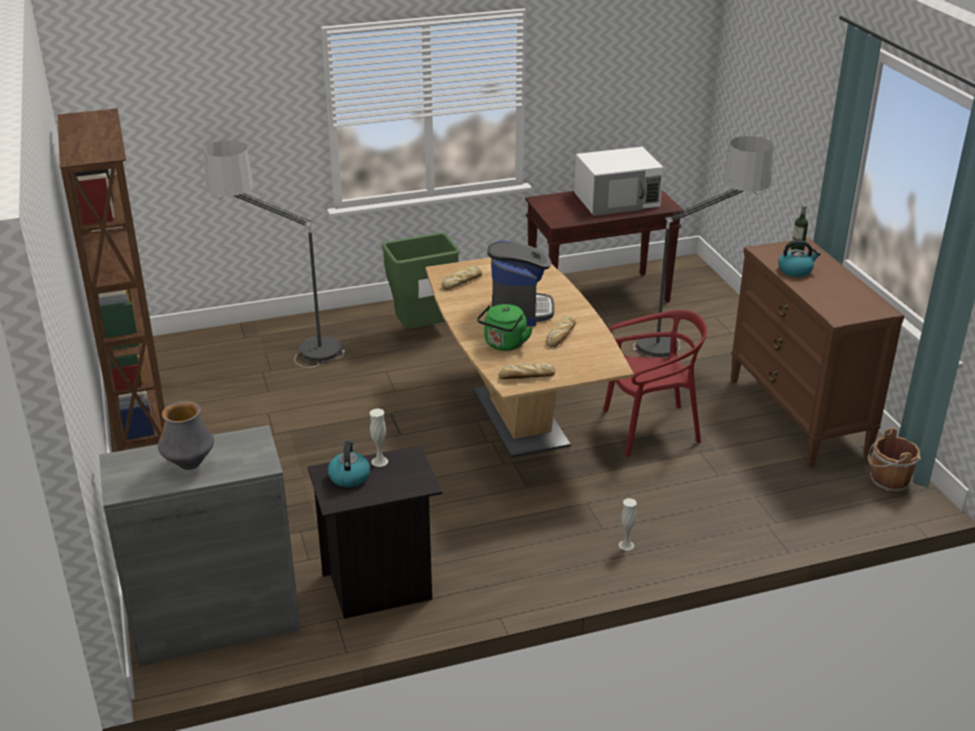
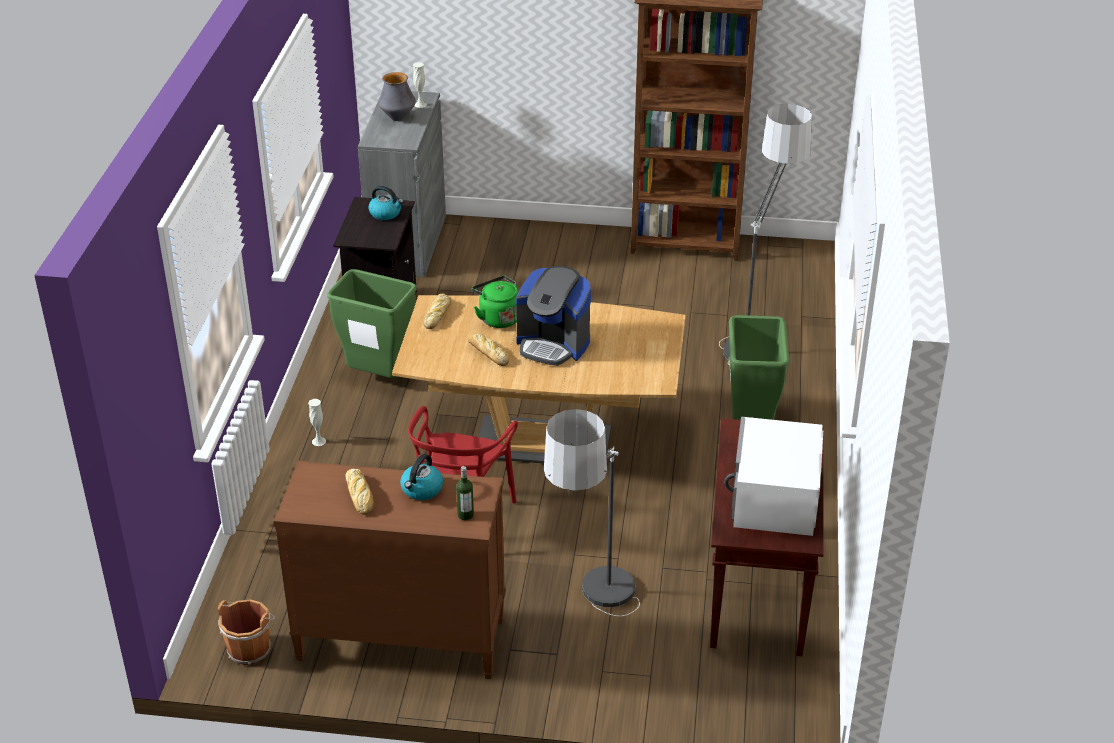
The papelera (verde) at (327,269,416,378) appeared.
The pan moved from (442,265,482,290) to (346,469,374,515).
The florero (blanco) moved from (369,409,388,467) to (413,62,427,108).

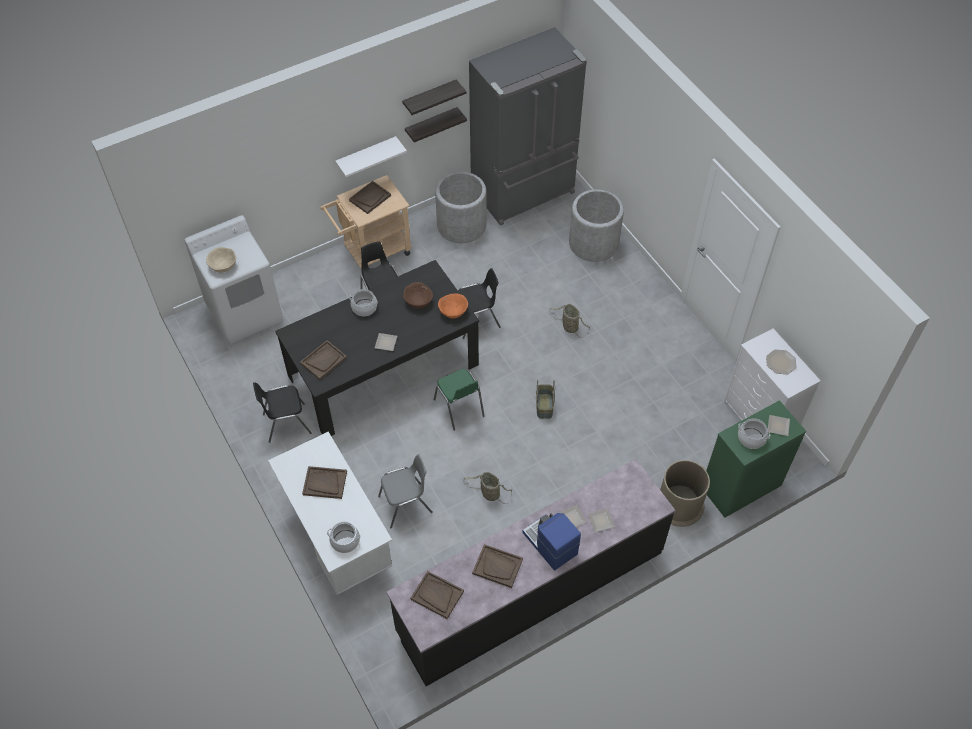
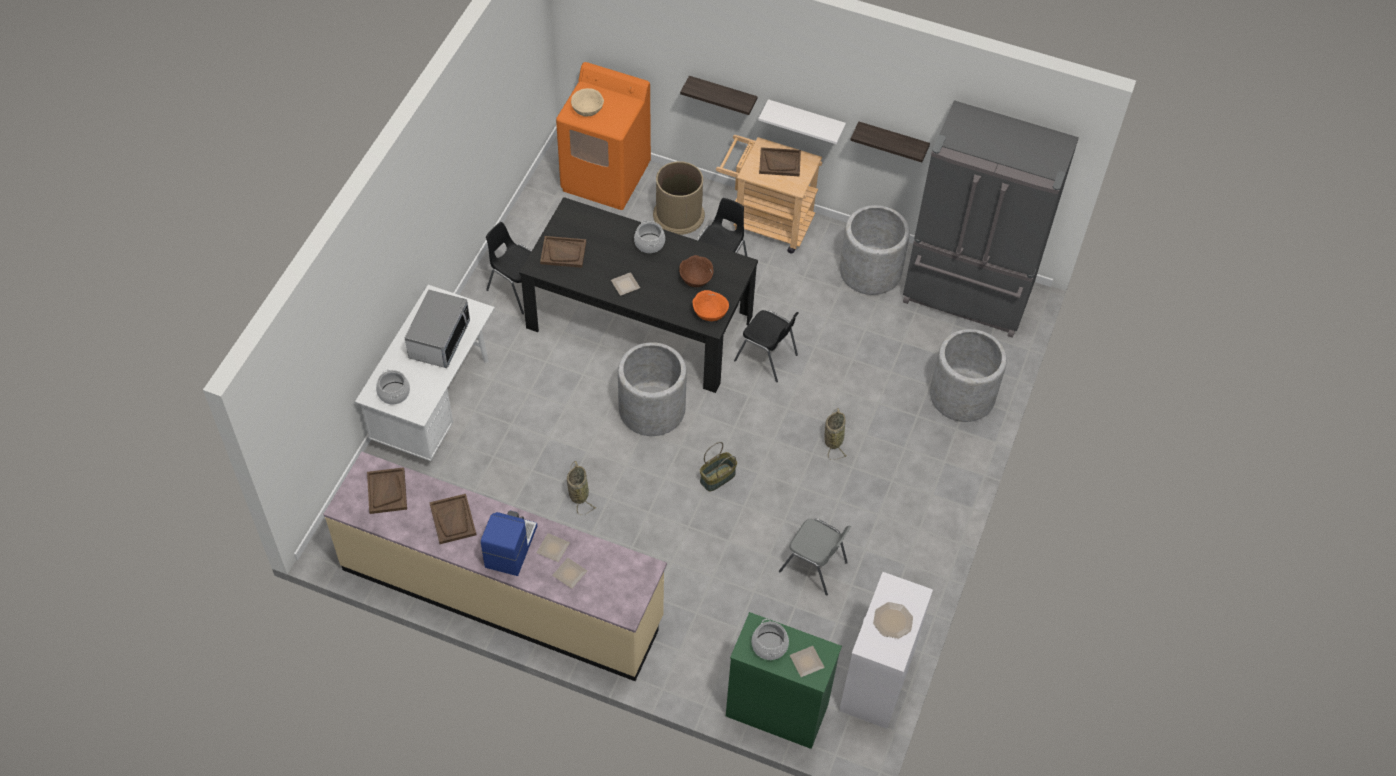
The mueble bajo de cocina (negro) at (386,459,675,686) became the mueble bajo de cocina (beis) at (323,452,667,681).
The bandeja (marrón) at (302,466,347,499) was replaced by the microondas at (405,290,470,368).
The lavadora (blanco) at (184,215,283,344) became the lavadora (naranja) at (556,62,651,210).
The silla (verde) at (434,369,485,431) was replaced by the maceta (gris) at (618,342,687,436).
The papelera (marrón) moved from (660,460,710,527) to (653,161,705,235).
The estante moved from (402,79,466,115) to (680,76,758,115).
The silla (gris) moved from (378,454,433,529) to (779,519,851,596).

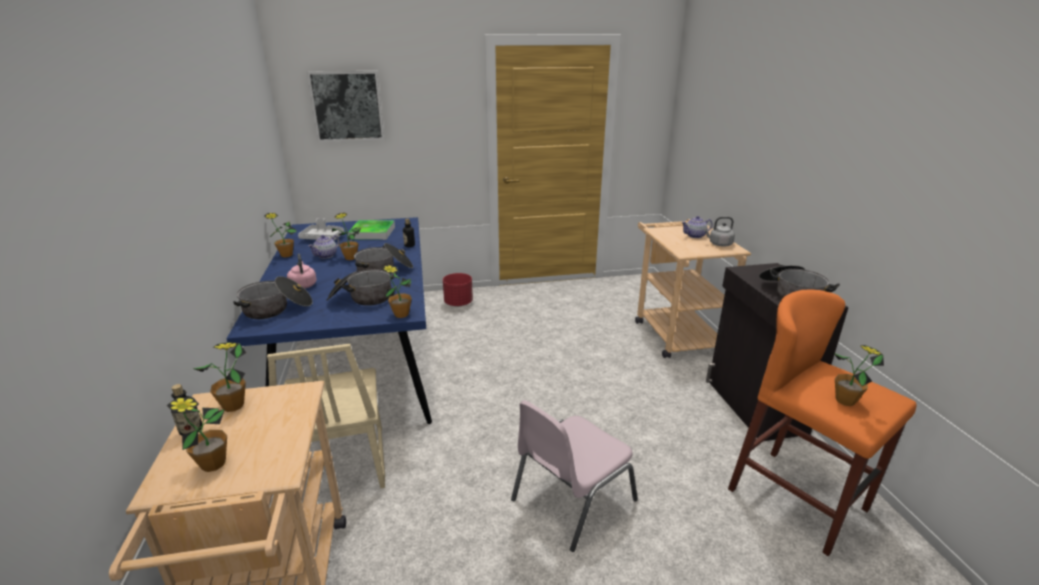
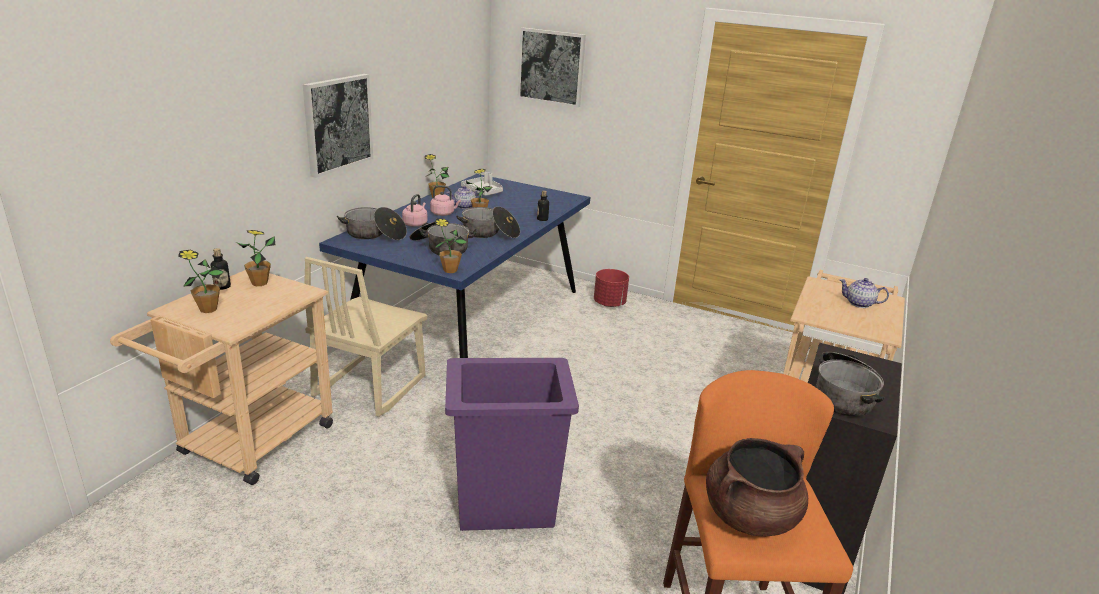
The cuadro at (303,74,373,178) appeared.
The hervidor (rosa) at (430,185,461,216) appeared.
The silla (rosa) at (511,400,638,552) was replaced by the papelera (morado) at (445,358,579,531).
The planta en maceta at (834,345,884,406) was replaced by the olla (marrón) at (706,438,808,537).
The bandeja at (348,220,395,240) disappeared.
The hervidor (gris) at (704,217,735,246) disappeared.

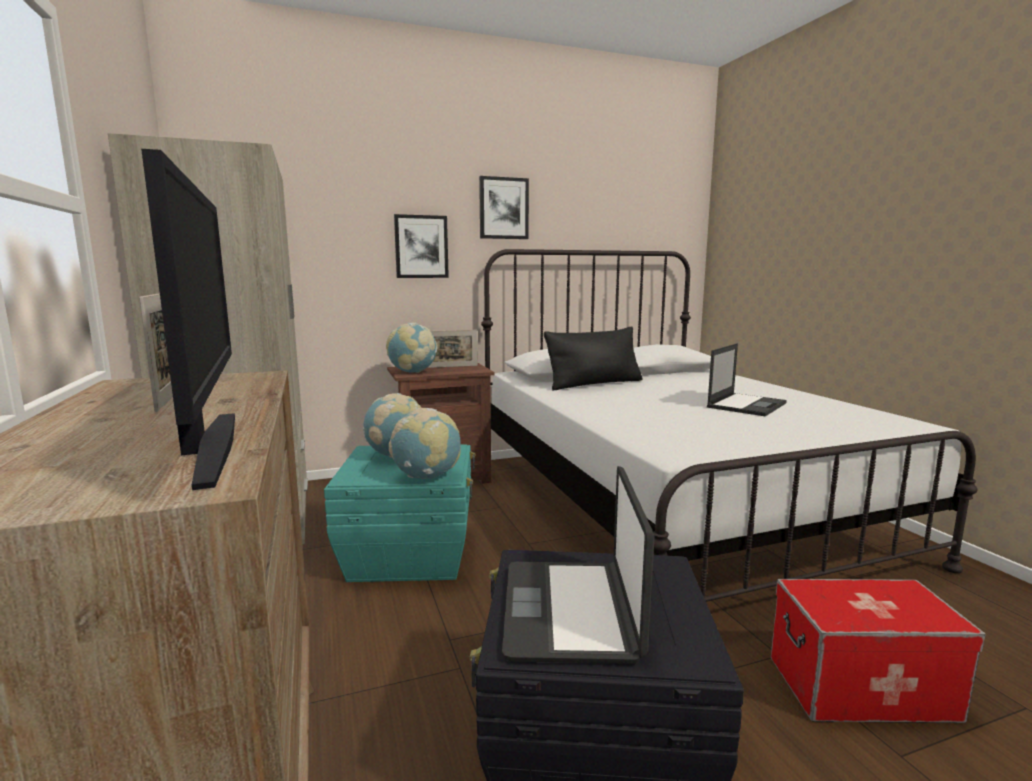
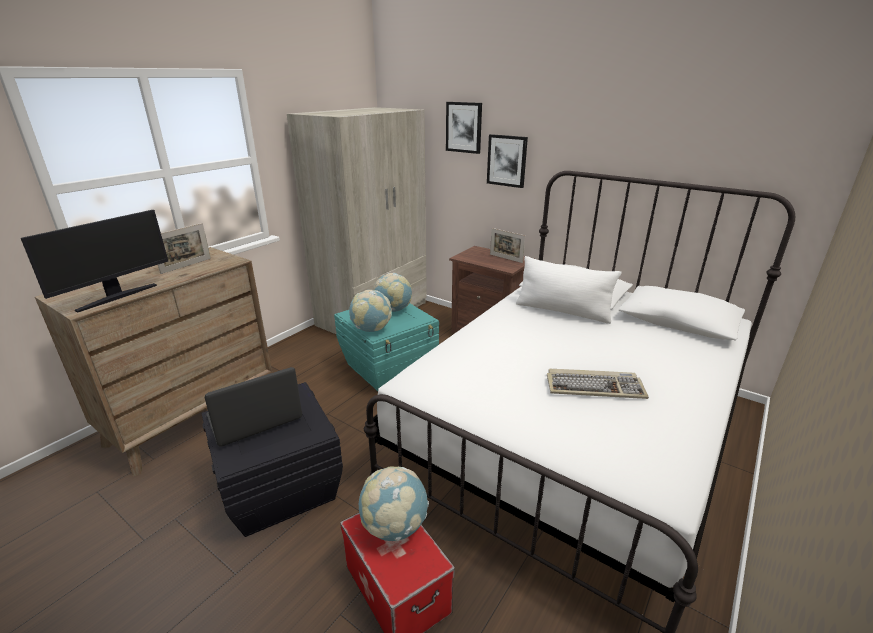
The globo terráqueo moved from (386,322,437,373) to (359,466,429,541).
The cuadro moved from (479,176,529,239) to (446,102,482,154).
The cojín (negro) at (544,327,643,390) became the cojín (blanco) at (516,256,622,324).
The portátil at (707,343,787,416) was replaced by the teclado at (547,369,649,399).

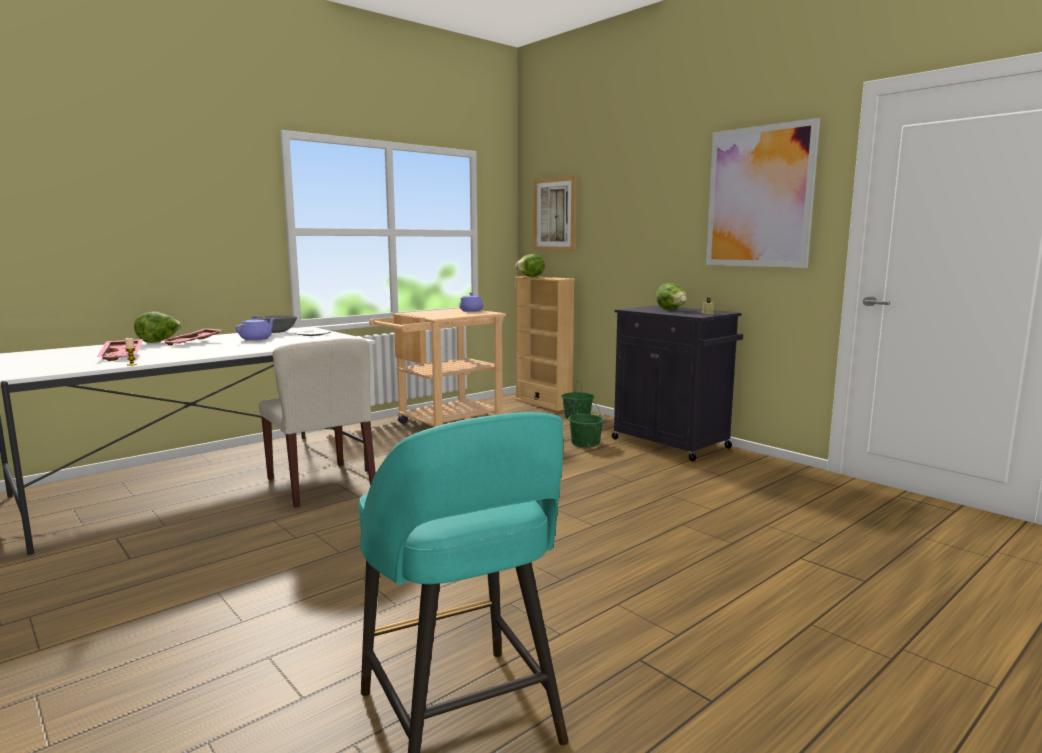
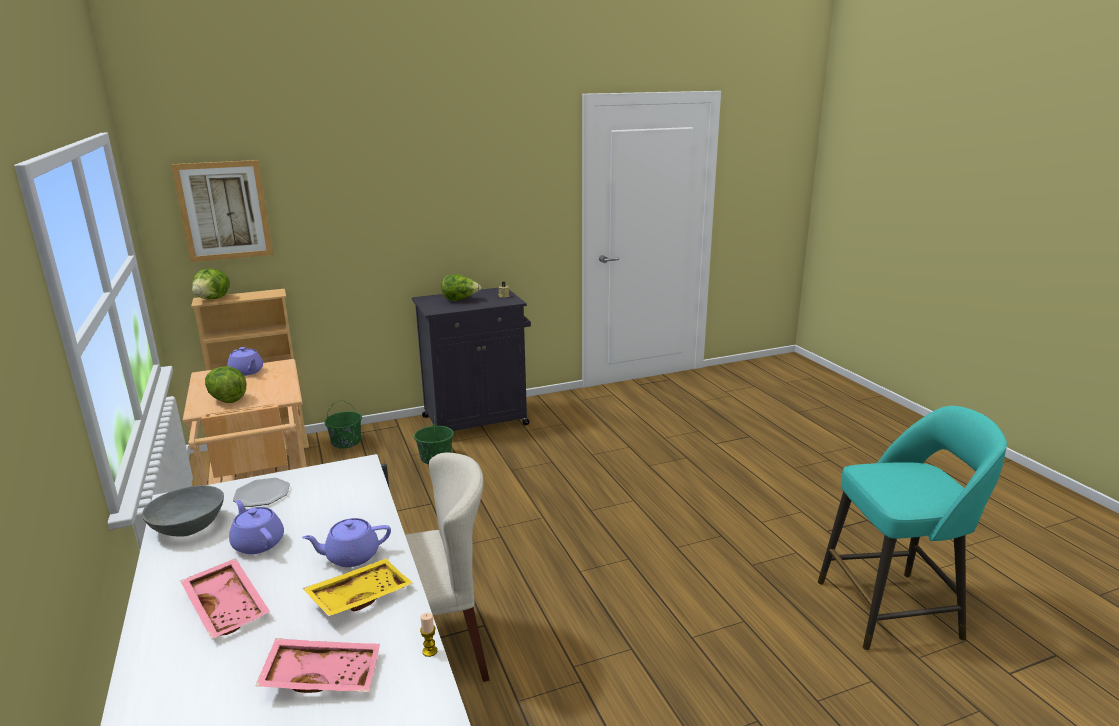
The lechuga moved from (134,312,181,343) to (205,366,246,403).
The tetera (morado) at (302,518,391,567) appeared.
The bandeja (amarillo) at (303,559,414,617) appeared.
The cuadro at (706,118,820,268) disappeared.

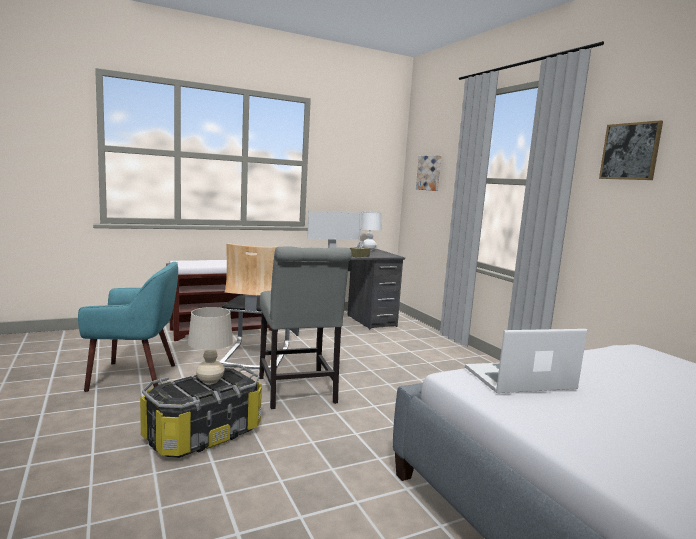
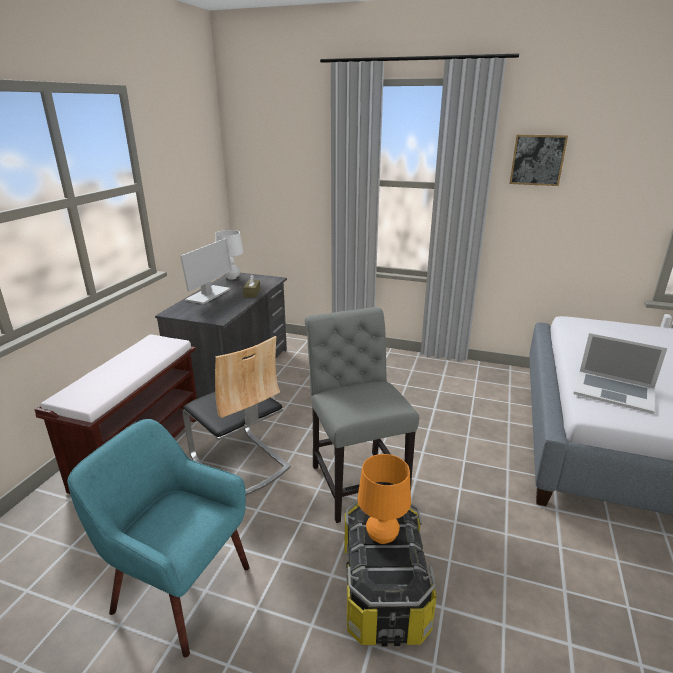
The sillón (turquesa) at (78,262,178,392) turned 105 degrees counterclockwise.
The silla (gris) at (259,247,352,409) turned 135 degrees counterclockwise.
The lámpara de mesa (beis) at (188,307,233,384) became the lámpara de mesa (naranja) at (358,454,411,544).
The portátil at (465,329,587,393) turned 90 degrees counterclockwise.
The cuadro at (416,155,441,191) disappeared.

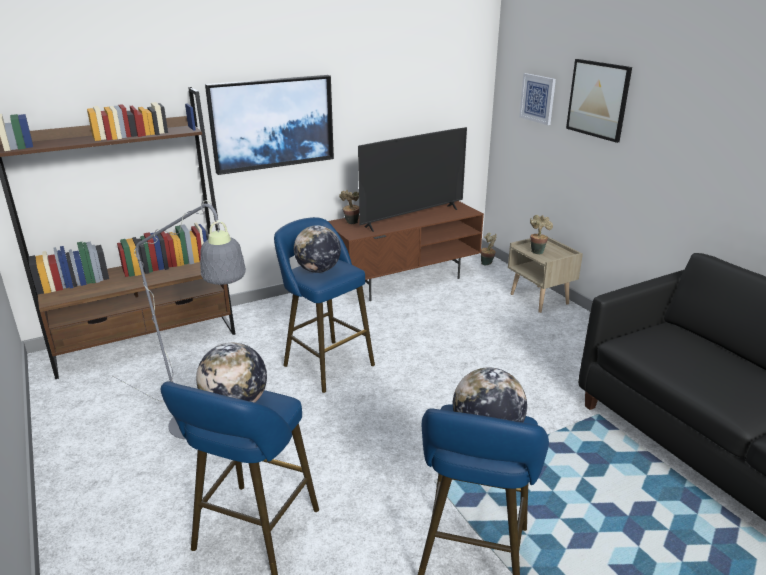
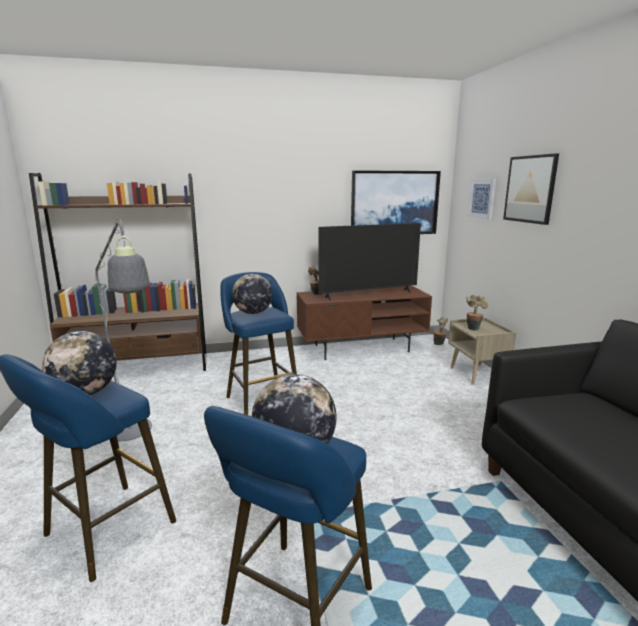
The cuadro moved from (205,75,334,175) to (351,170,441,234).

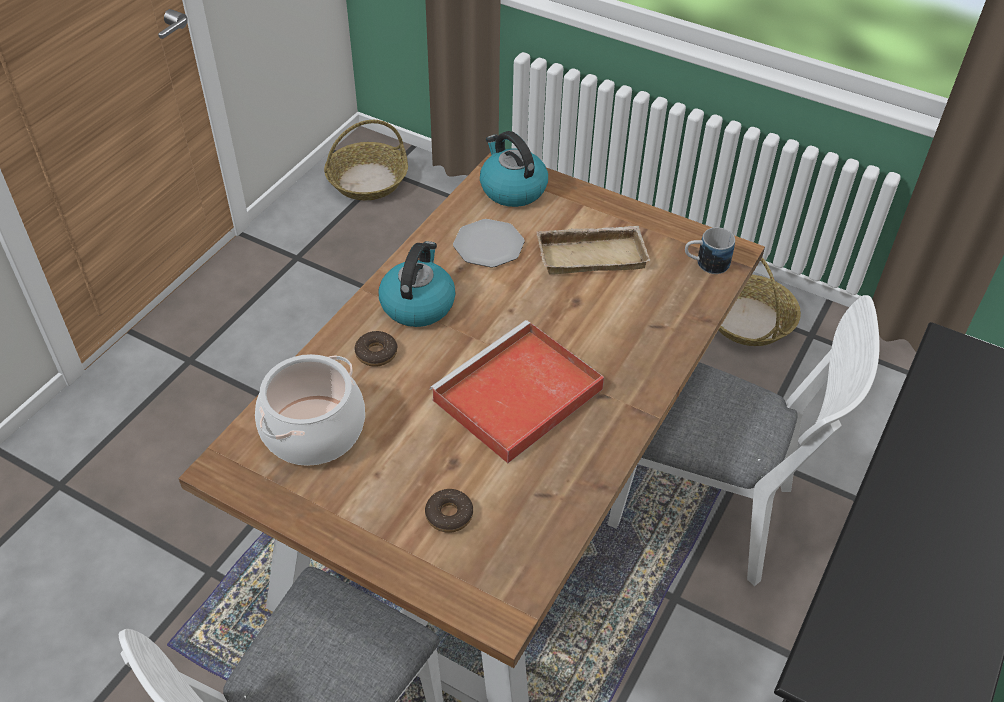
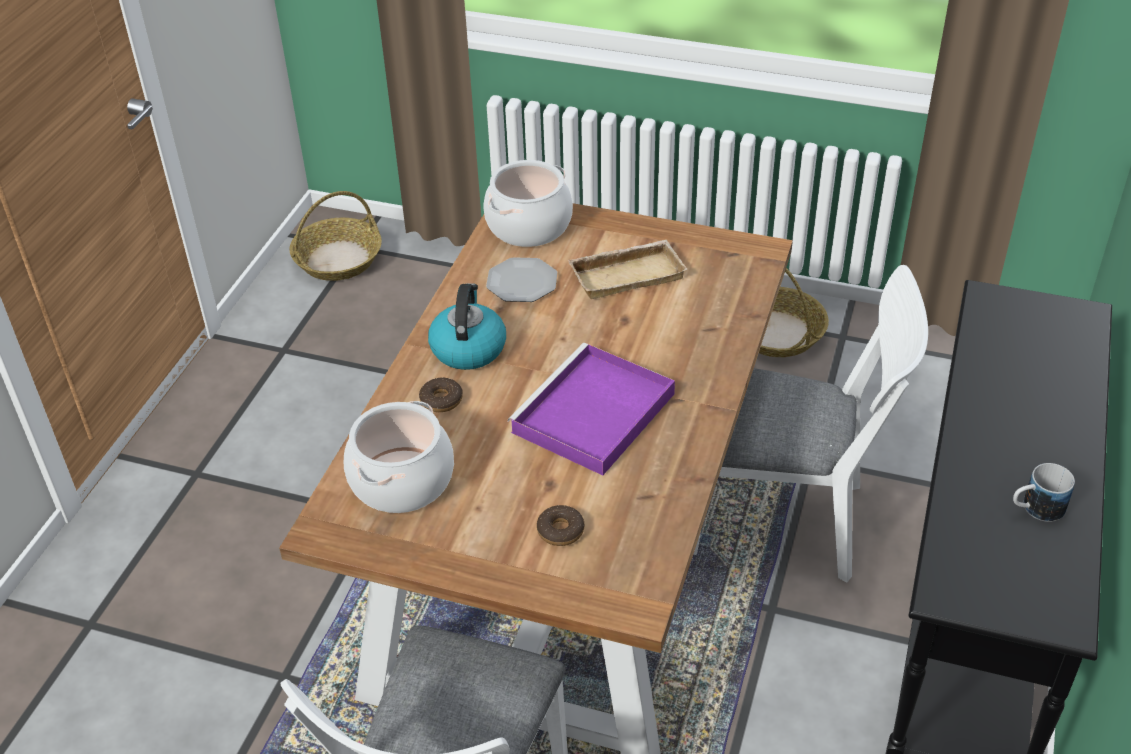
The hervidor at (480,131,548,207) was replaced by the olla at (483,160,573,247).
The bandeja (rojo) at (430,320,604,463) became the bandeja (morado) at (508,343,675,475).
The taza grande moved from (685,227,735,274) to (1013,463,1075,522).

